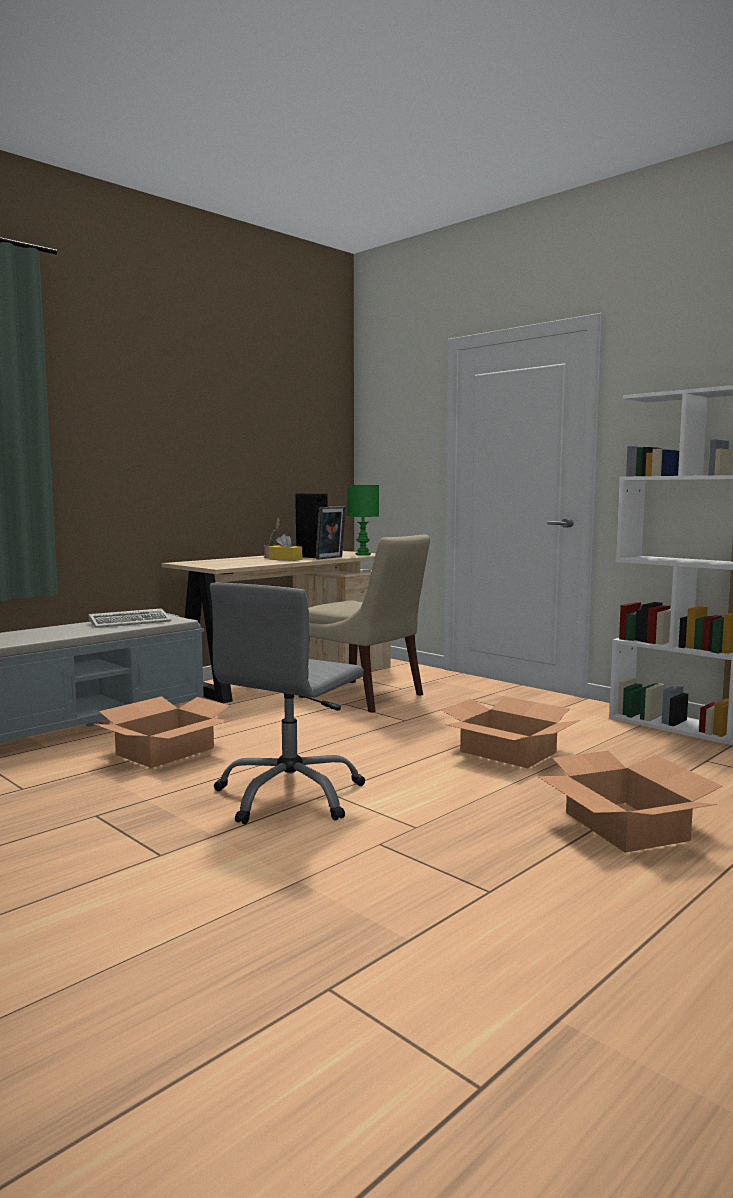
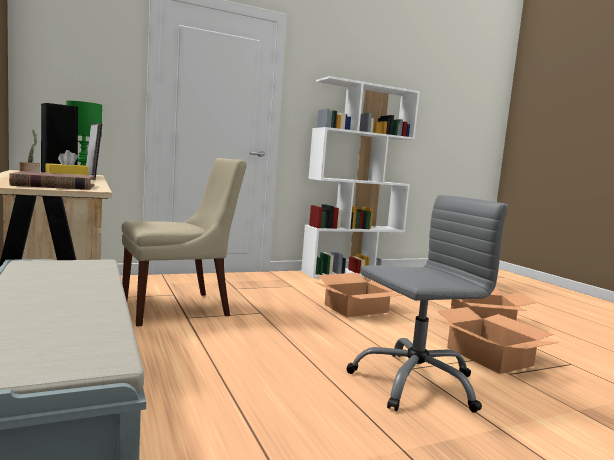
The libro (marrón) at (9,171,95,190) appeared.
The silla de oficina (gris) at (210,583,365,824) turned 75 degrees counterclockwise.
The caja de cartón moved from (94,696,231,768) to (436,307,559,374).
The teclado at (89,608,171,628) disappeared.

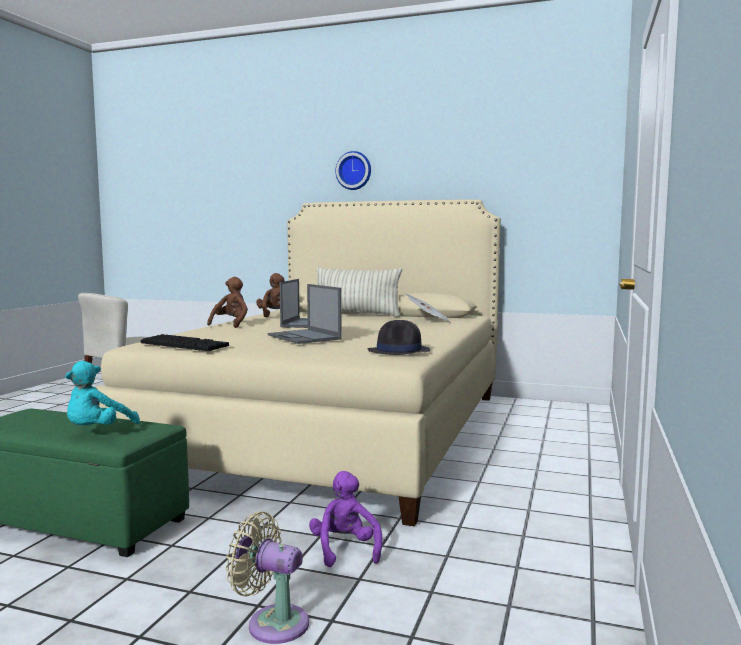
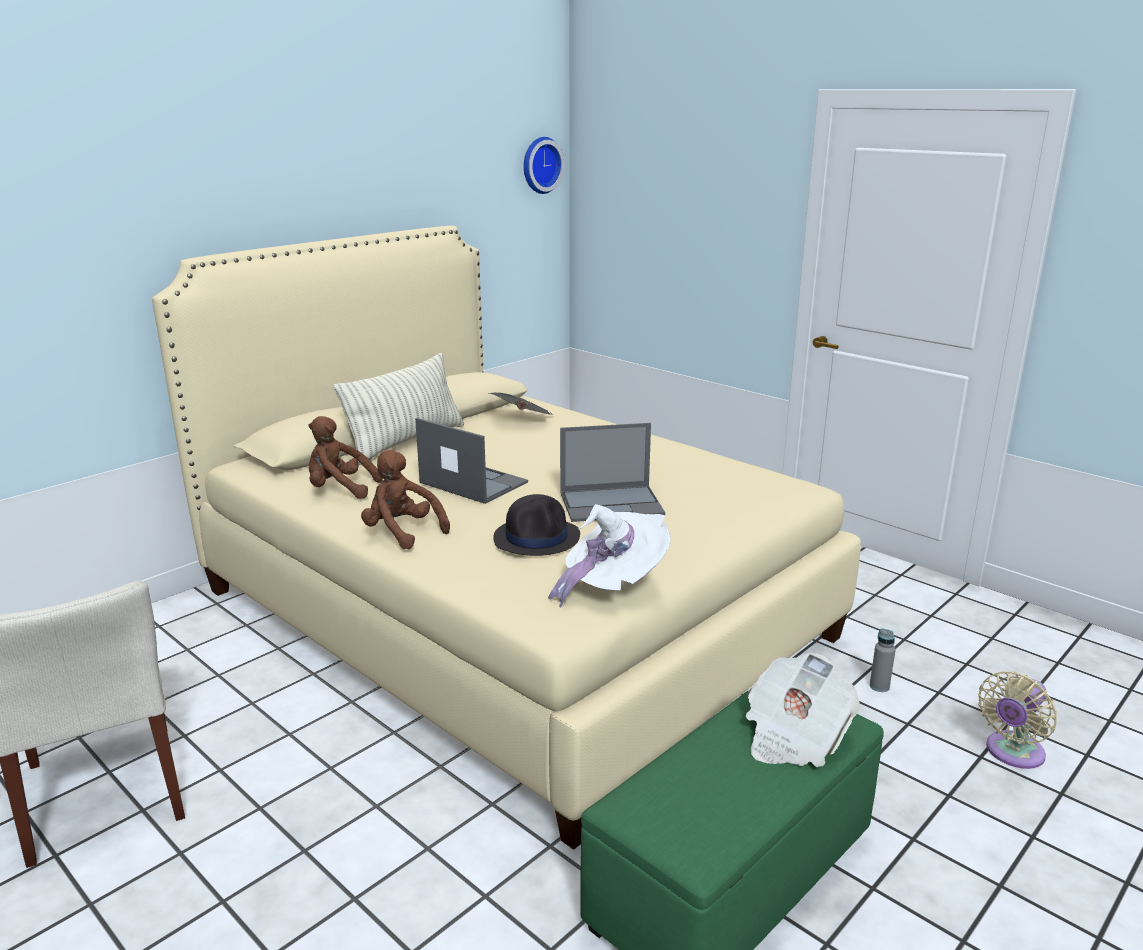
The sombrero (negro) moved from (368,320,430,355) to (493,494,580,556).
The reloj de pared moved from (335,151,371,190) to (524,137,564,194).
The teclado at (141,334,229,351) was replaced by the sombrero (blanco) at (548,504,671,608).
The peluche (turquesa) at (65,361,140,425) was replaced by the periódico at (746,653,860,767).
The peluche (morado) at (309,471,382,567) was replaced by the botella (gris) at (870,628,896,692).

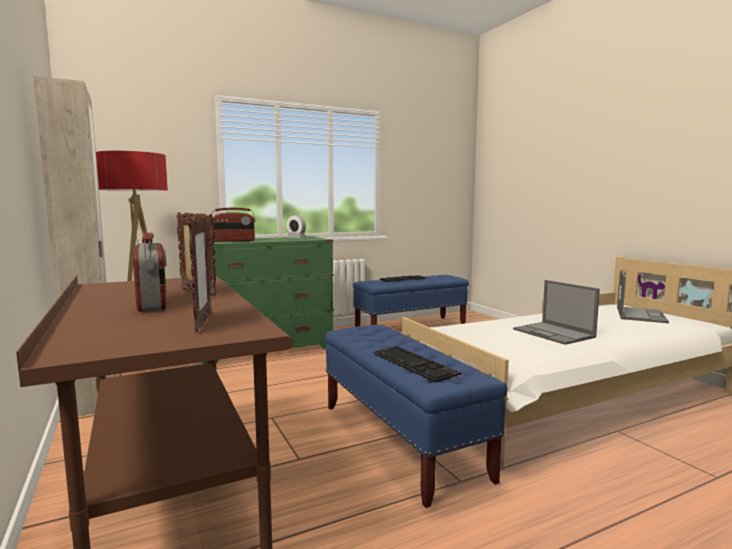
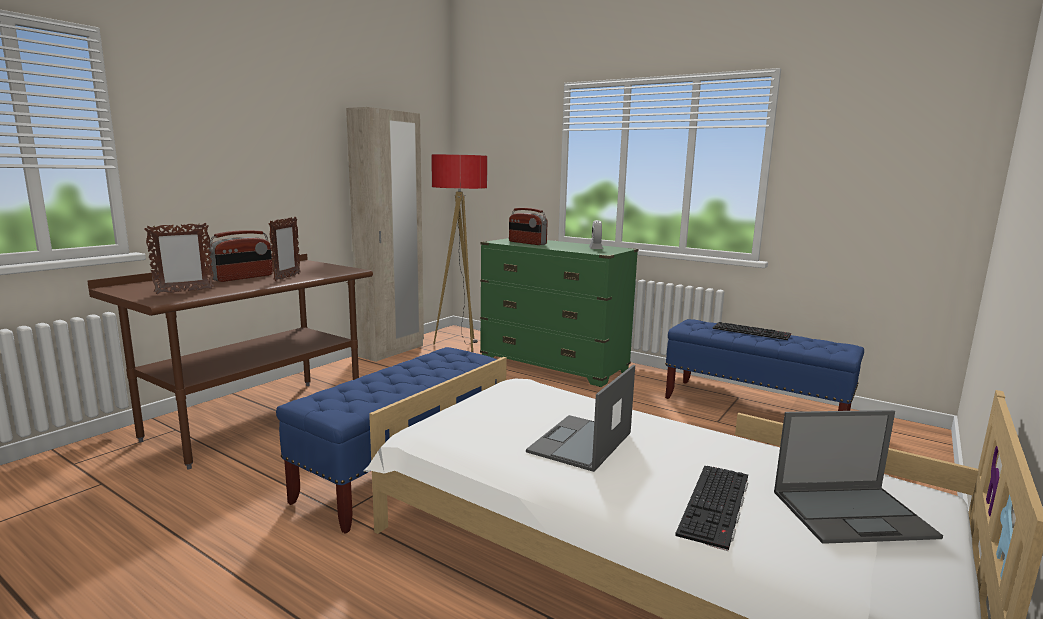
The teclado moved from (373,346,461,383) to (675,466,748,551).

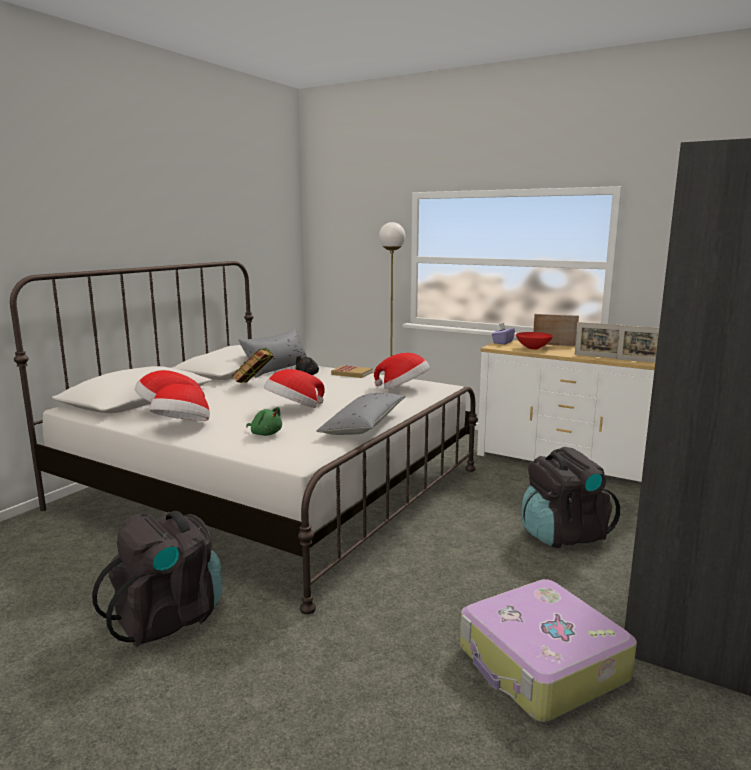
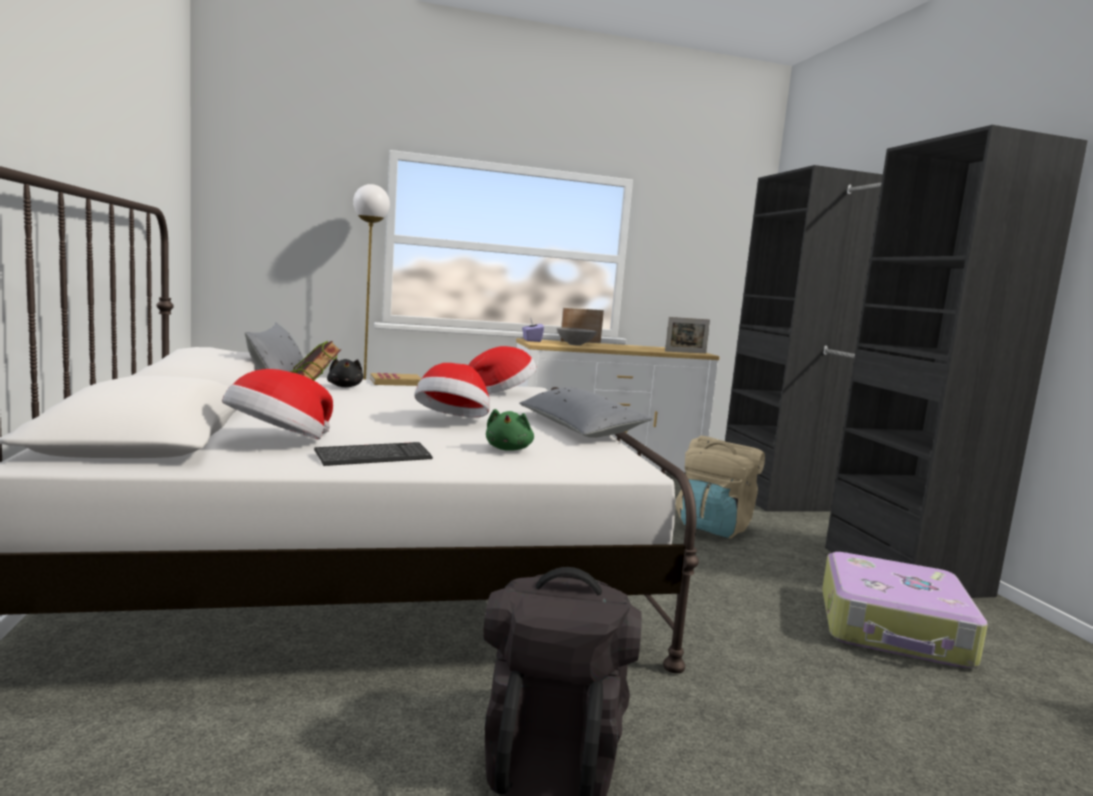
The sombrero at (150,384,210,421) was replaced by the teclado at (314,442,433,466).
The peluche (verde) at (246,407,282,436) turned 105 degrees clockwise.
The cuenco (rojo) at (516,332,553,349) became the cuenco (gris) at (557,328,597,346).
The mochila (negro) at (521,447,620,548) became the mochila (beis) at (675,436,765,539).
The portarretratos at (575,322,627,358) disappeared.

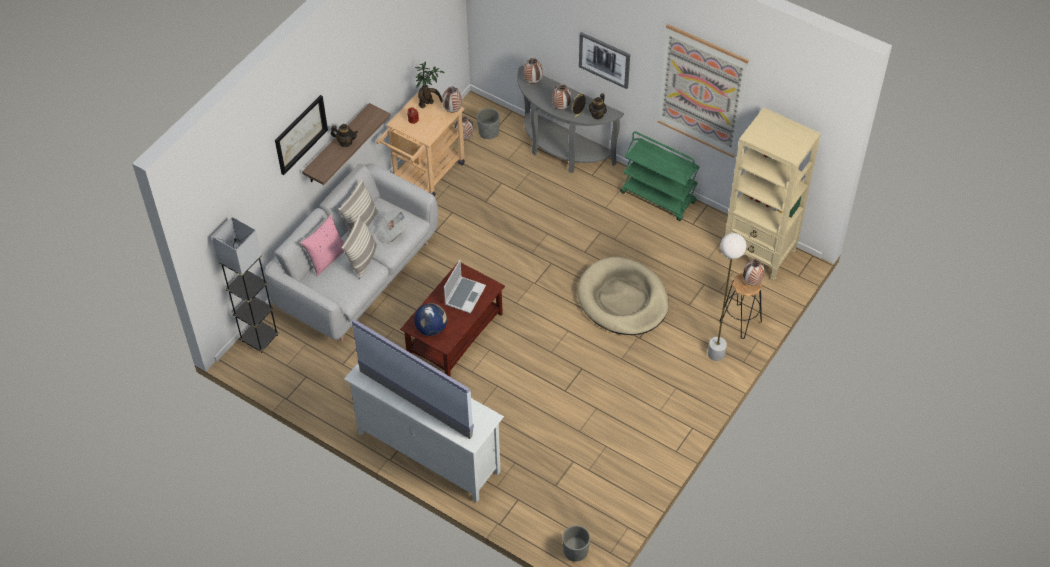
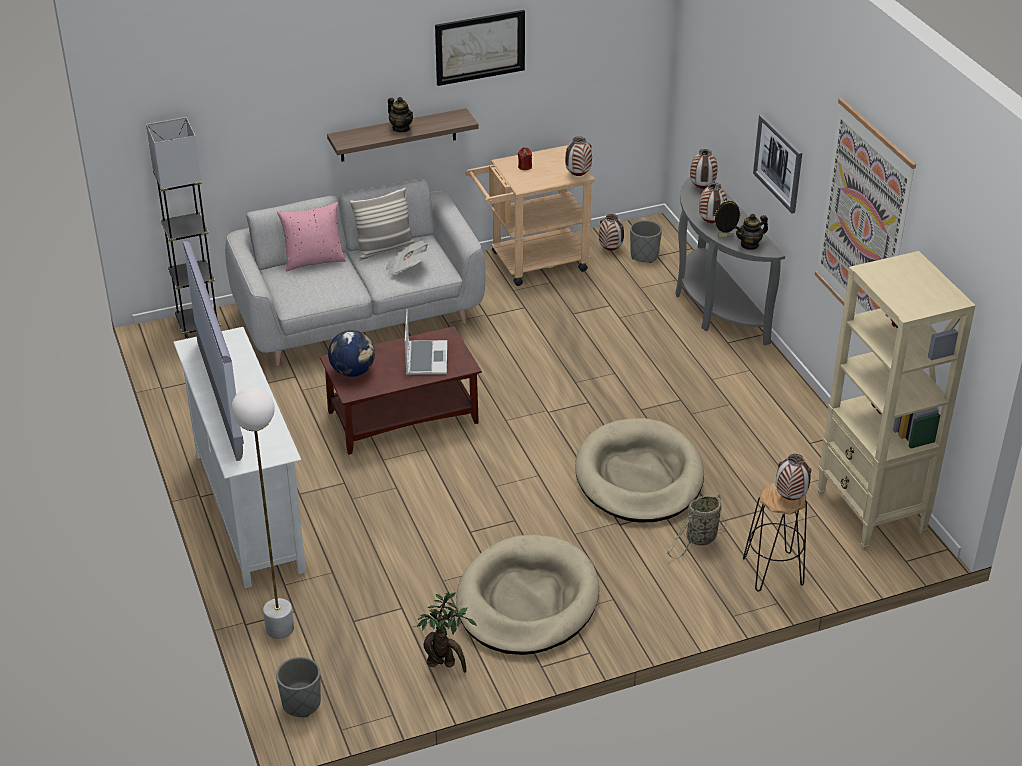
The lámpara de pie (blanco) moved from (708,233,746,361) to (231,387,294,639).
The portátil at (444,260,486,314) turned 60 degrees counterclockwise.
The planta en maceta moved from (415,62,445,108) to (417,592,477,673).
The cuadro moved from (275,95,328,175) to (435,10,525,86).
The cama para perro (beis) at (456,535,600,655) appeared.
The cesta at (667,494,726,559) appeared.
The cojín at (341,214,377,279) disappeared.
The carrito (verde) at (620,131,700,221) disappeared.

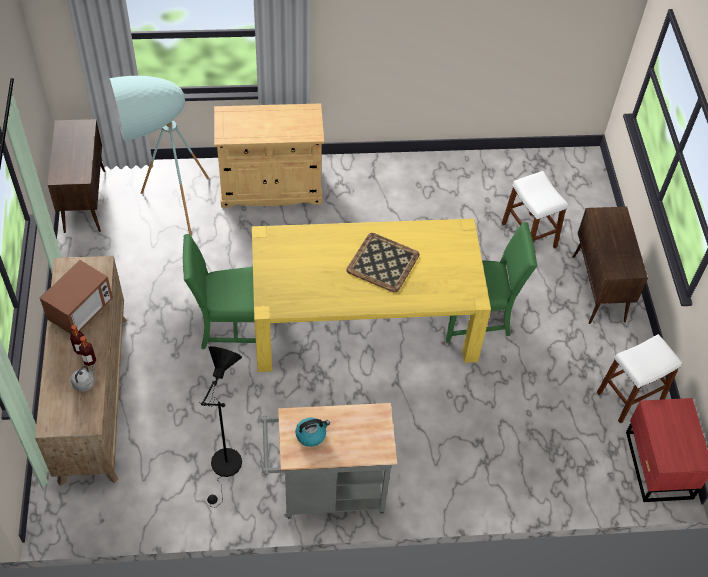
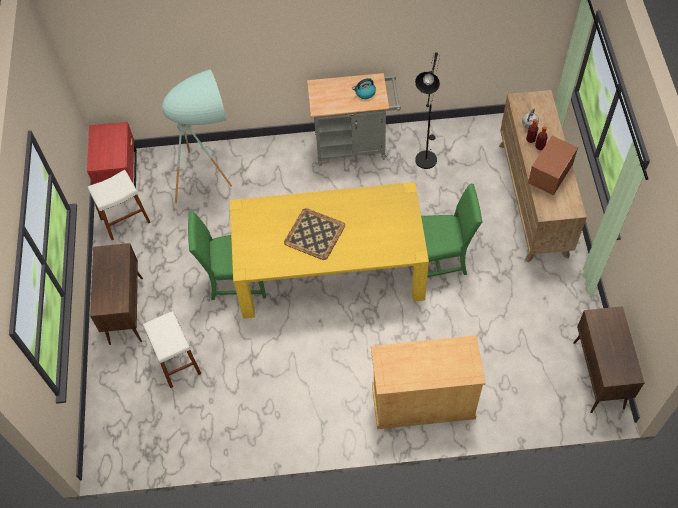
The lámpara de pie (turquesa) moved from (109,76,209,236) to (162,69,232,203).

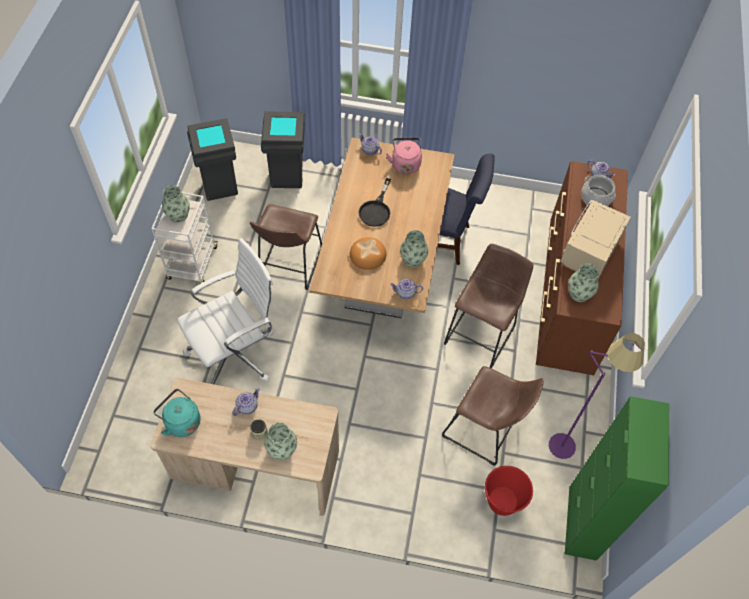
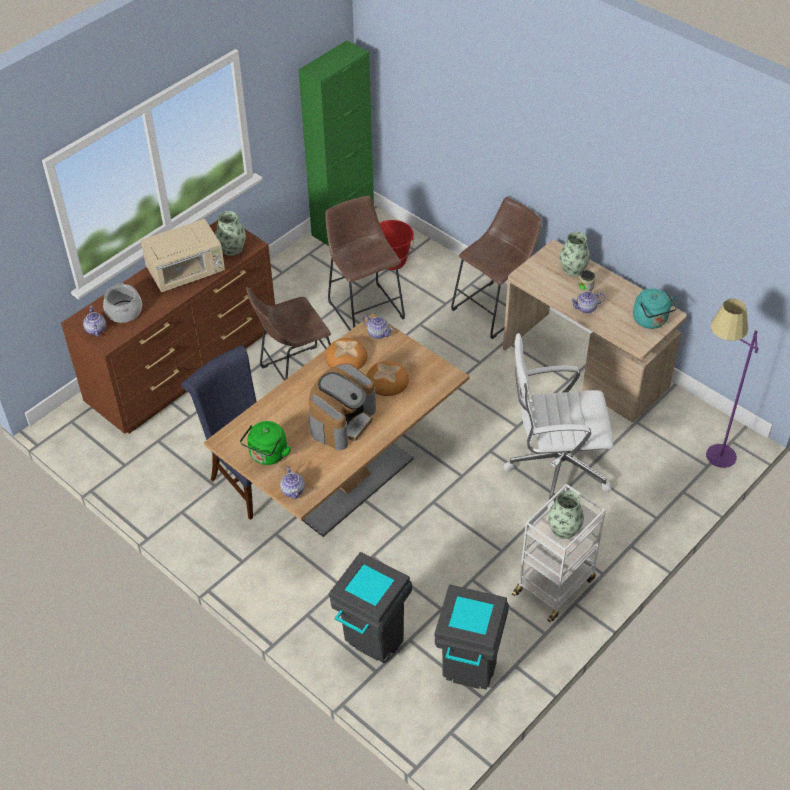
The hervidor (rosa) at (386,138,422,174) became the hervidor (verde) at (240,421,291,465).
The sartén (negro) at (358,178,391,227) was replaced by the cafetera at (309,363,376,450).
The florero at (400,230,428,268) was replaced by the pan at (325,338,368,369).
The taburete (marrón) moved from (250,204,322,290) to (451,197,542,339).
The lámpara de pie (morado) moved from (549,333,645,459) to (706,299,759,468).

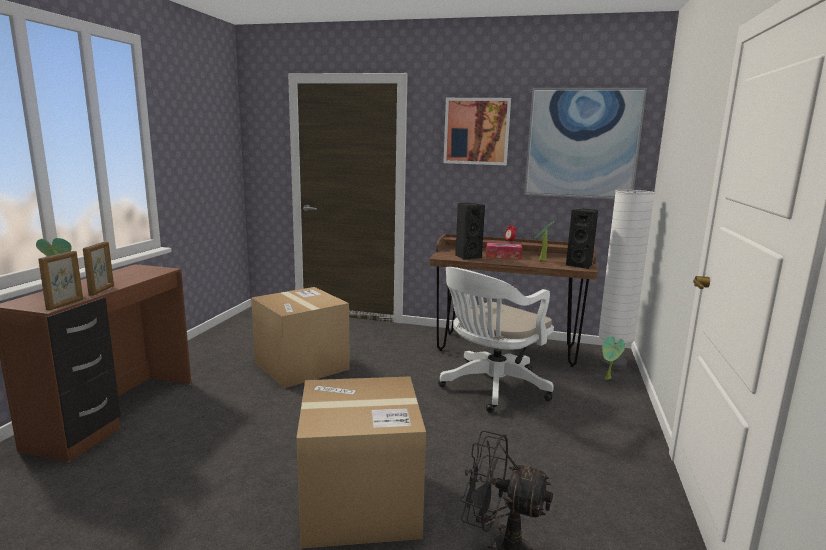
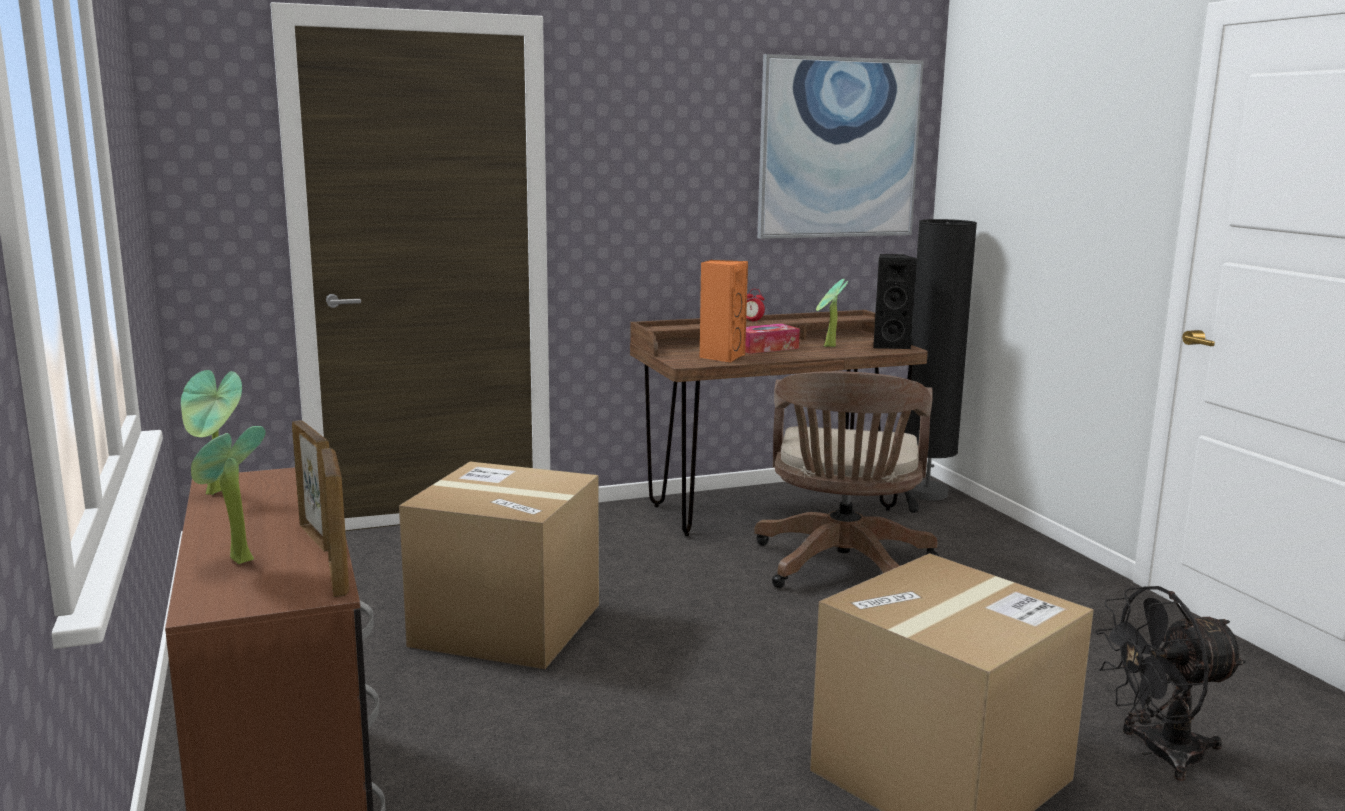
The planta en maceta moved from (602,336,625,380) to (181,370,242,495).
The altavoz (negro) at (455,203,485,260) became the altavoz (naranja) at (699,260,748,363).
The silla de oficina (blanco) at (438,267,554,413) became the silla de oficina (marrón) at (754,371,939,588).
The lámpara de pie (blanco) at (598,190,655,370) became the lámpara de pie (negro) at (905,219,977,501).
The cuadro at (443,98,511,165) disappeared.

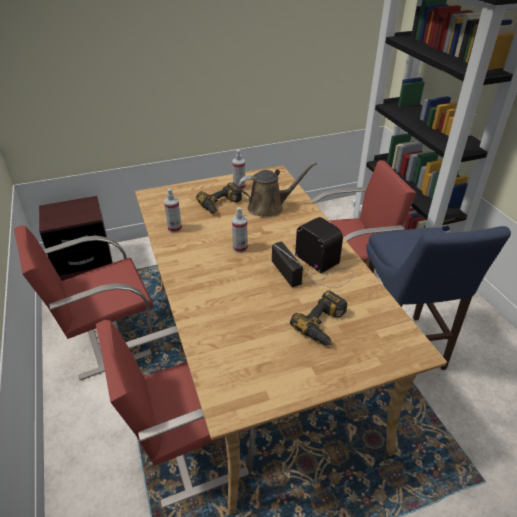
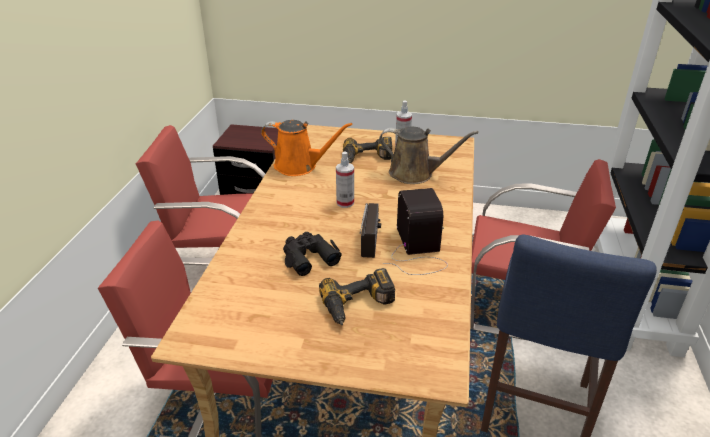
The pulverizador at (164,188,182,233) was replaced by the regadera (naranja) at (261,120,352,176).
The prismáticos (negro) at (283,232,342,276) appeared.

